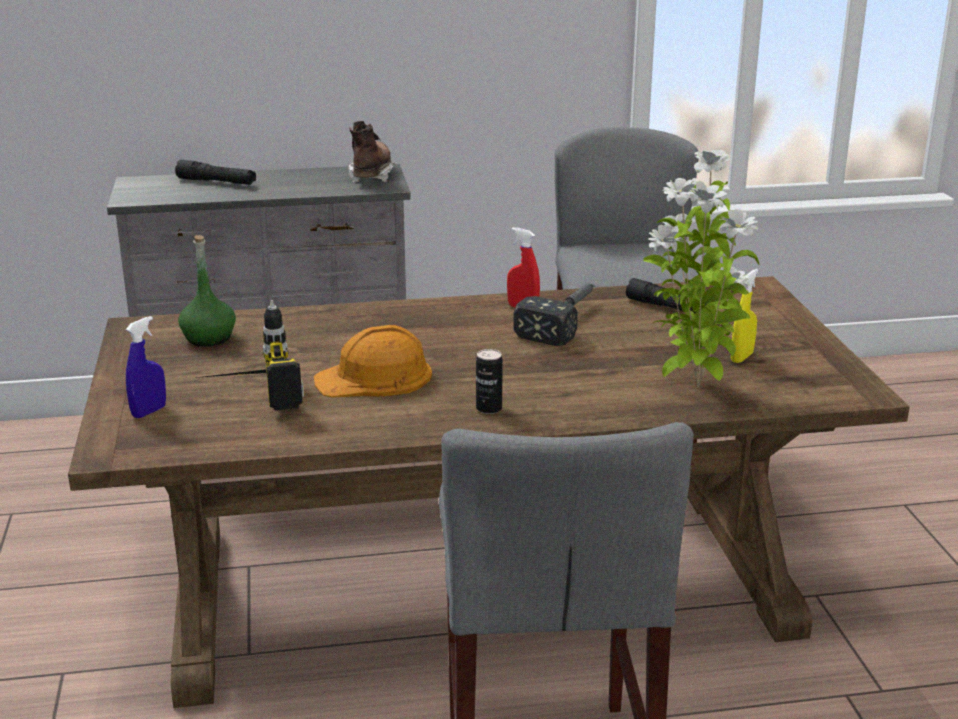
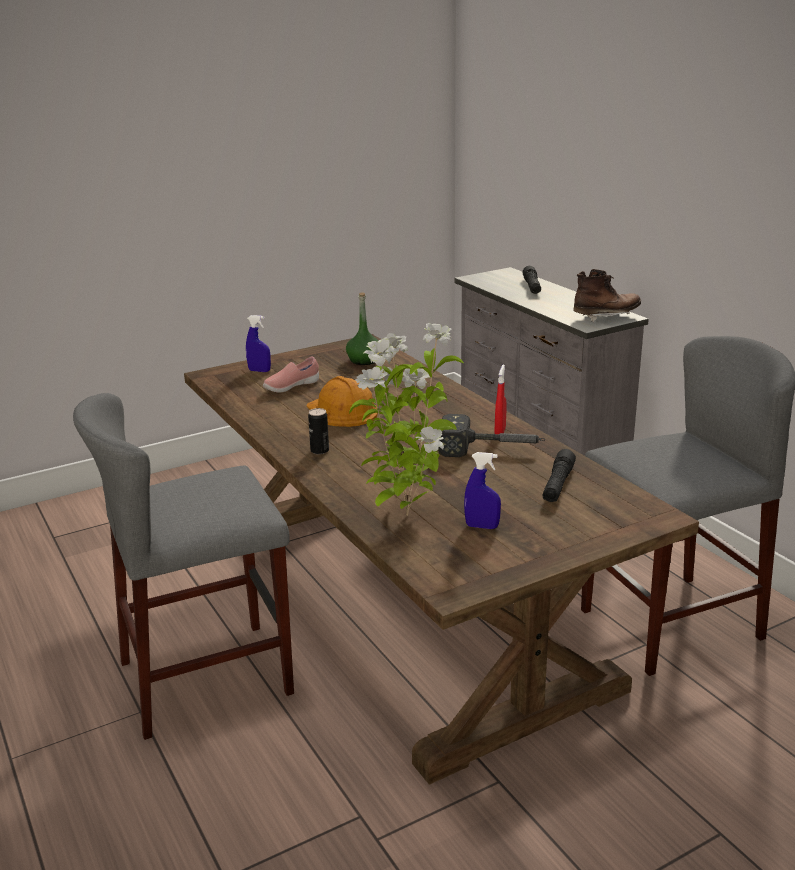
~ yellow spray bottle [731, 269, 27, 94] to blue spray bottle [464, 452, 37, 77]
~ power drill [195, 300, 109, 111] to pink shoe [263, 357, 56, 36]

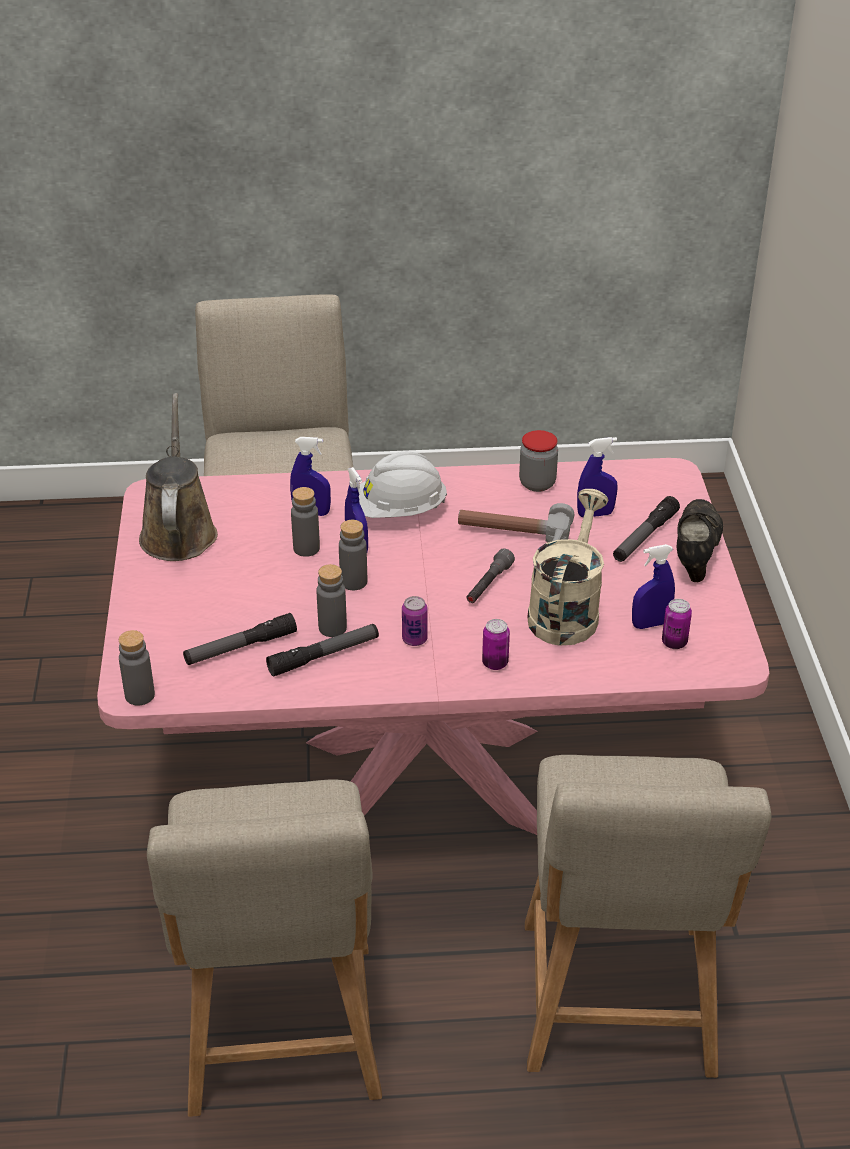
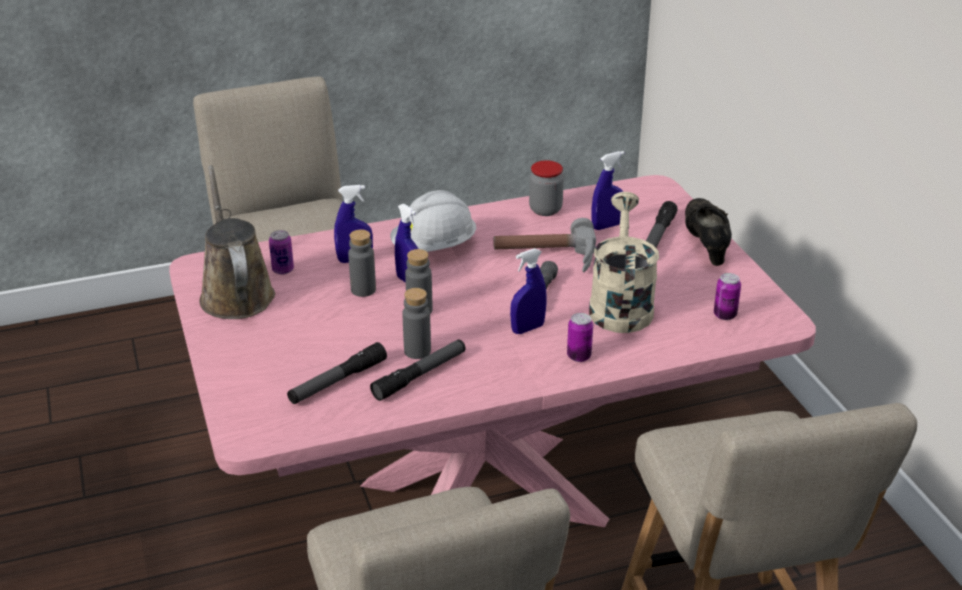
~ blue spray bottle [632, 544, 43, 85] to [510, 248, 37, 86]
~ can [402, 596, 26, 50] to [269, 230, 25, 45]
- grey bottle [119, 630, 36, 76]

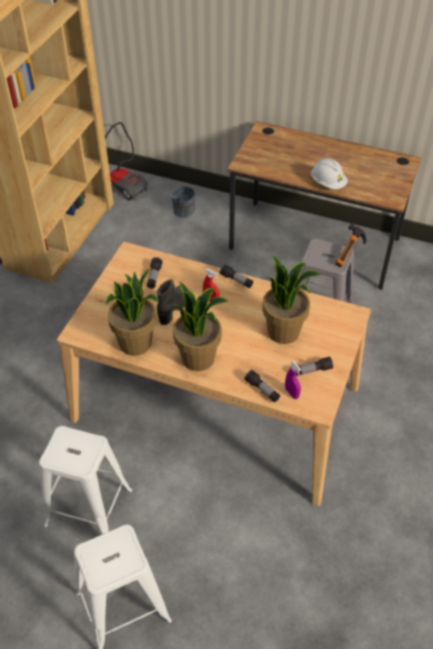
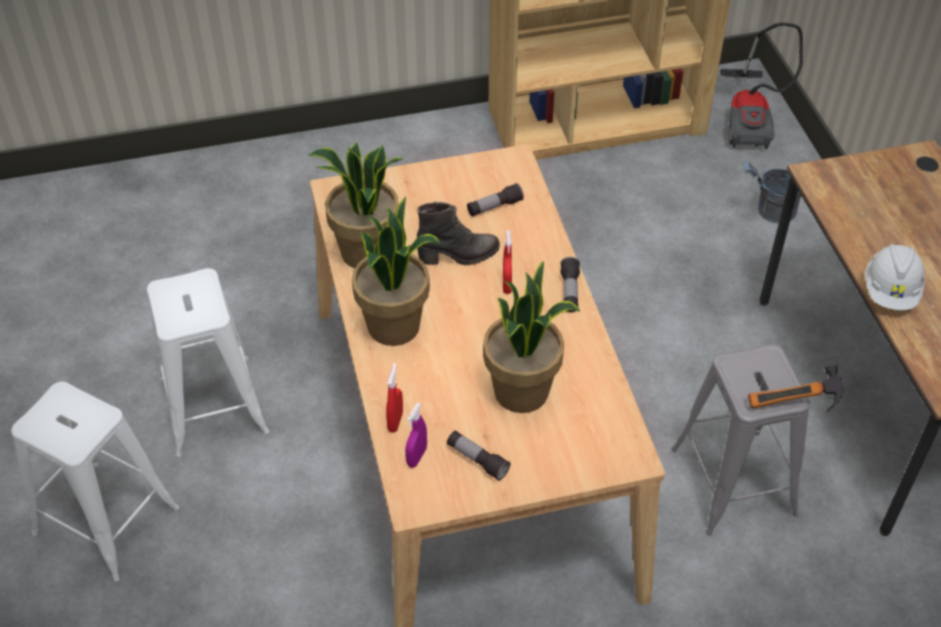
~ flashlight [244, 370, 36, 32] to red spray bottle [386, 363, 17, 70]

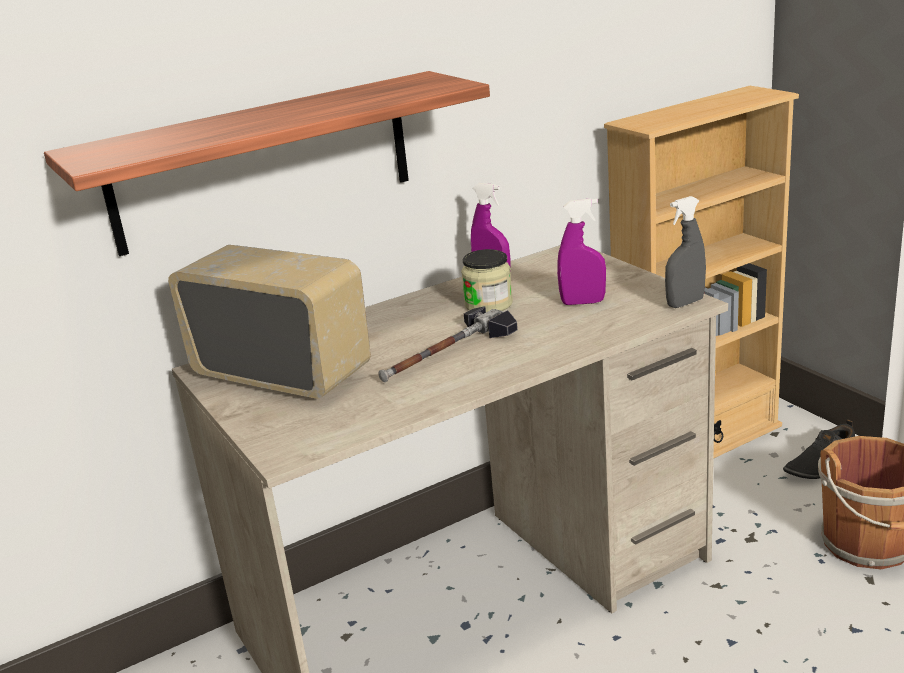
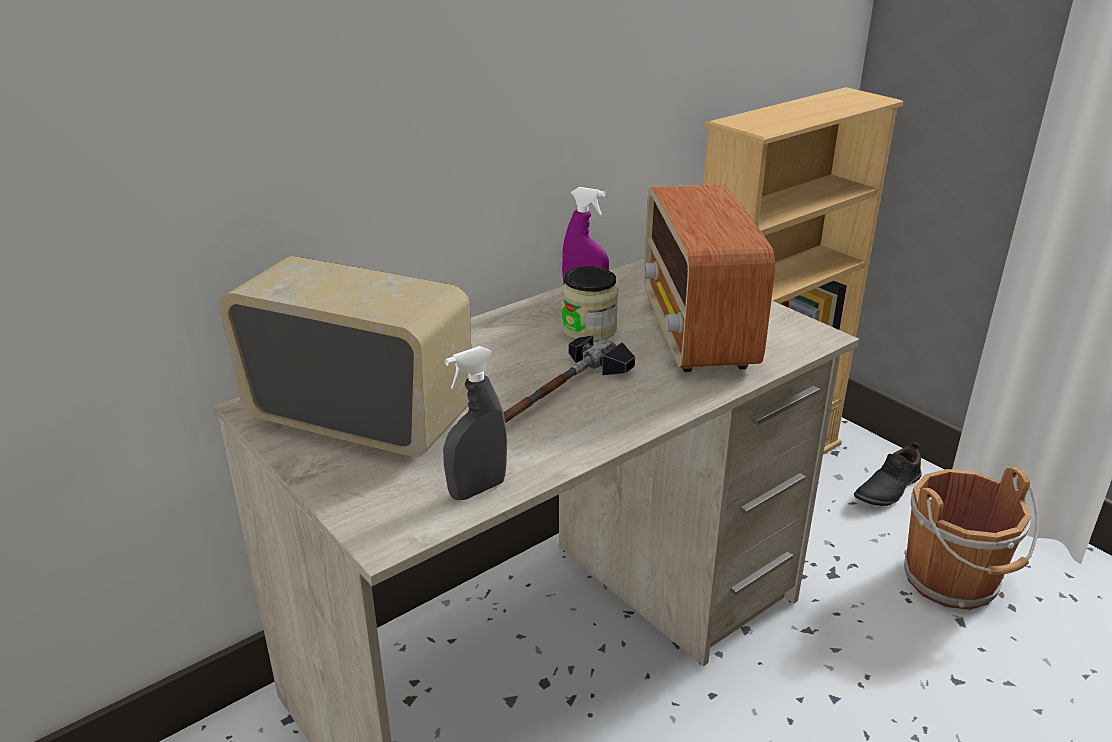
- shelf [44, 71, 446, 185]
~ grey spray bottle [665, 196, 41, 112] to [443, 346, 64, 154]
~ purple spray bottle [557, 198, 49, 107] to radio [643, 184, 132, 188]

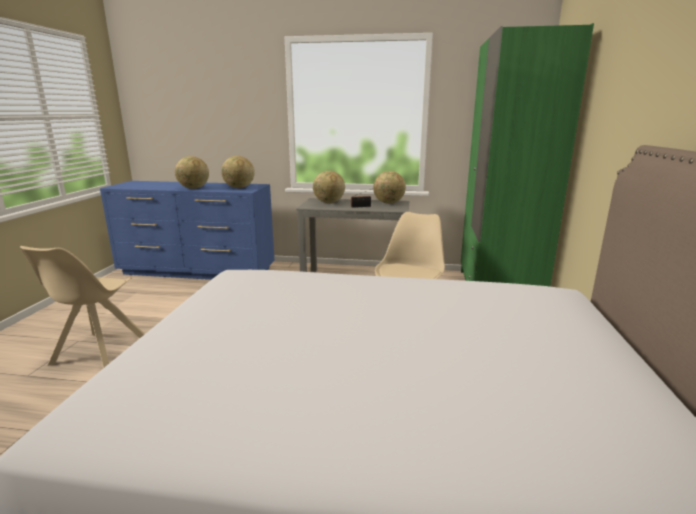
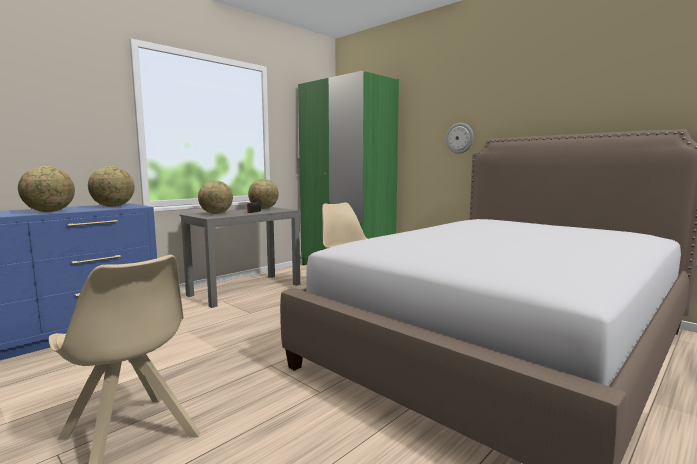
+ wall clock [446, 123, 27, 31]

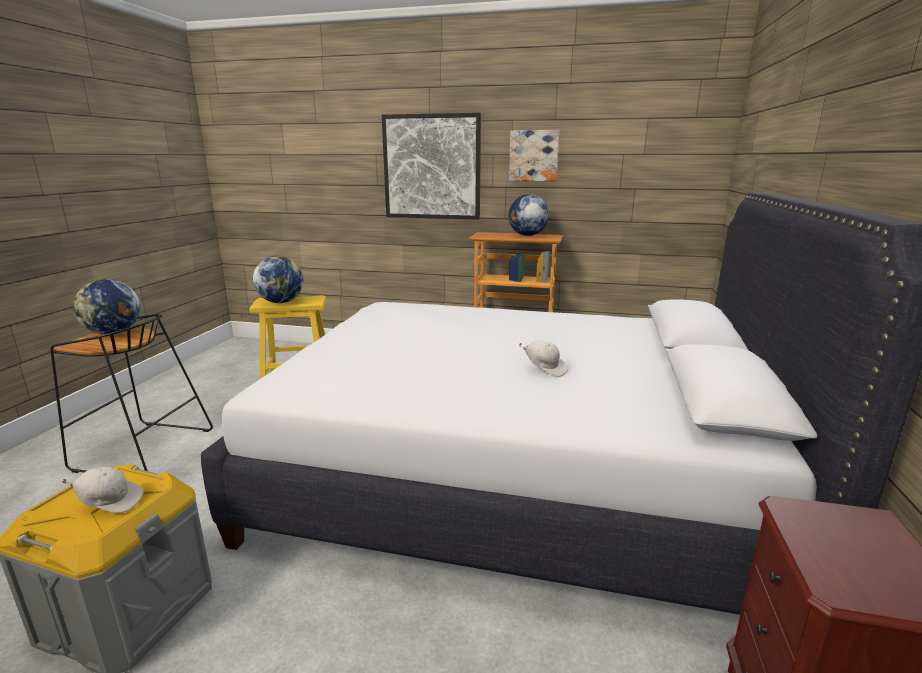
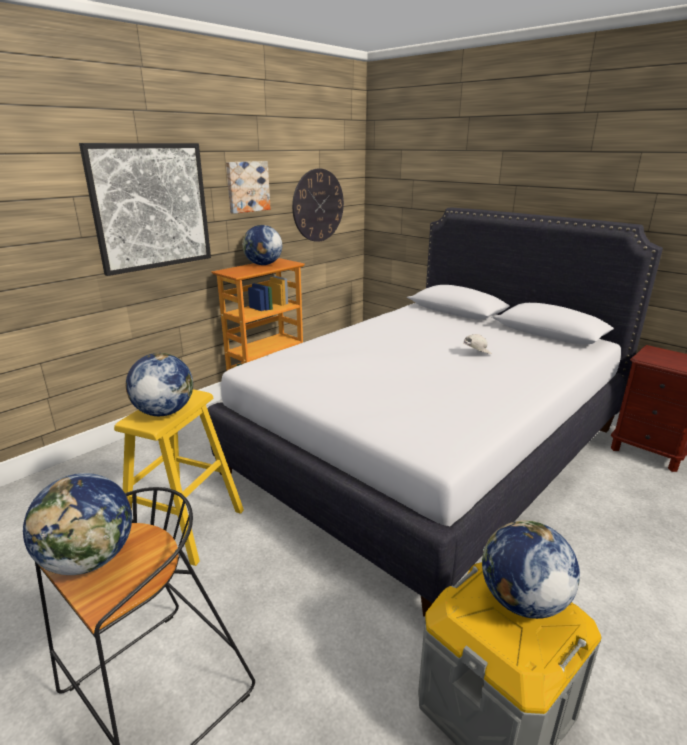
~ white cap [62, 467, 82, 46] to globe [482, 520, 98, 99]
+ wall clock [292, 168, 52, 74]

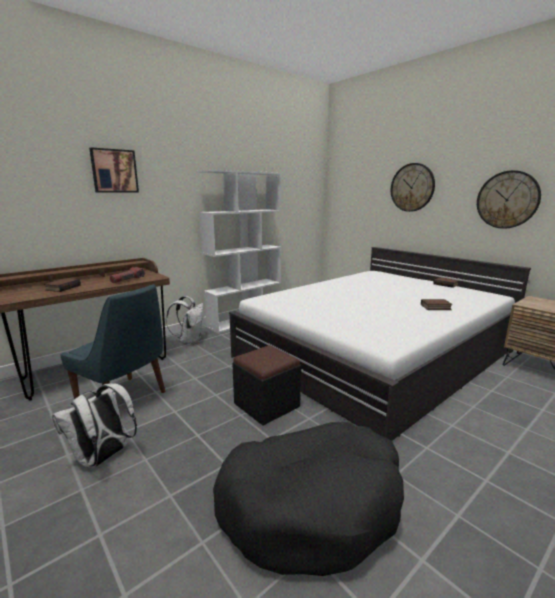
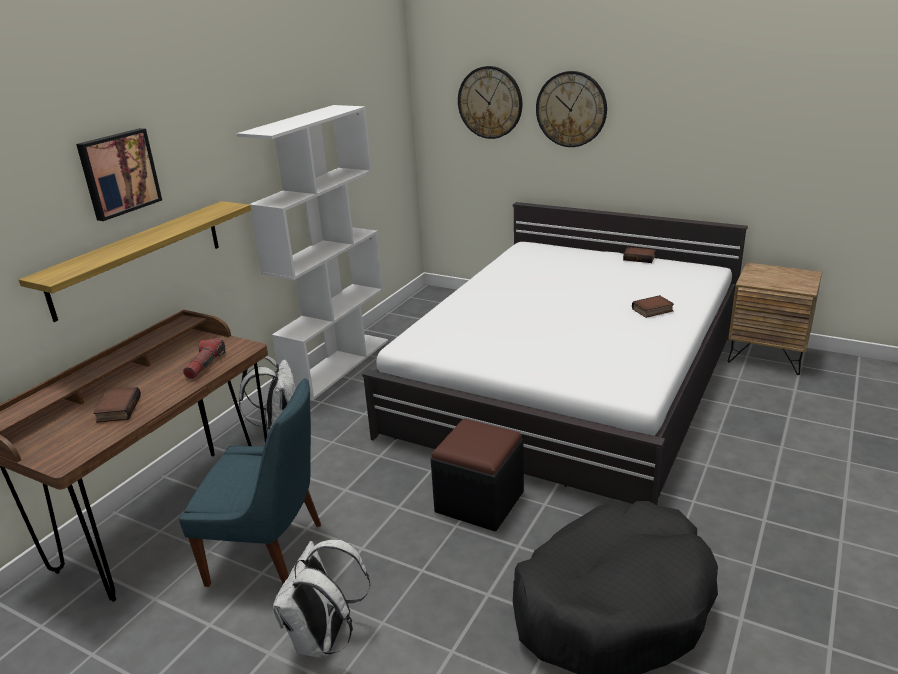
~ wall clock [477, 170, 64, 59] to [458, 66, 64, 73]
+ shelf [19, 201, 232, 121]

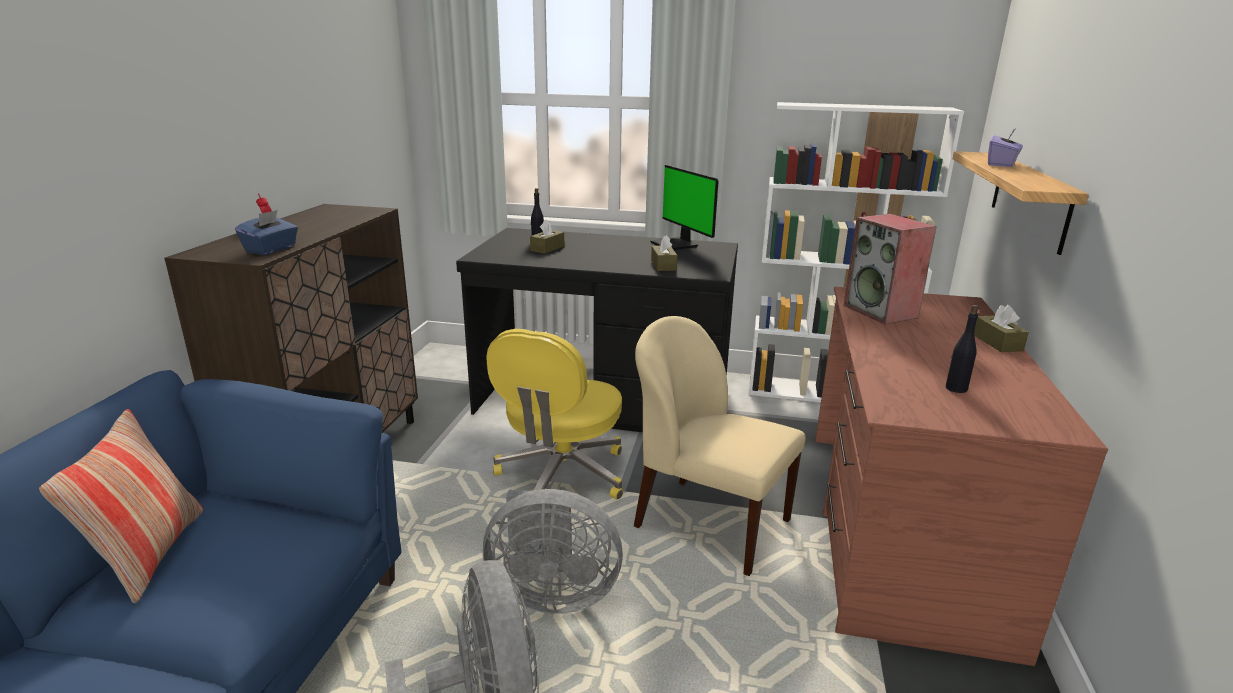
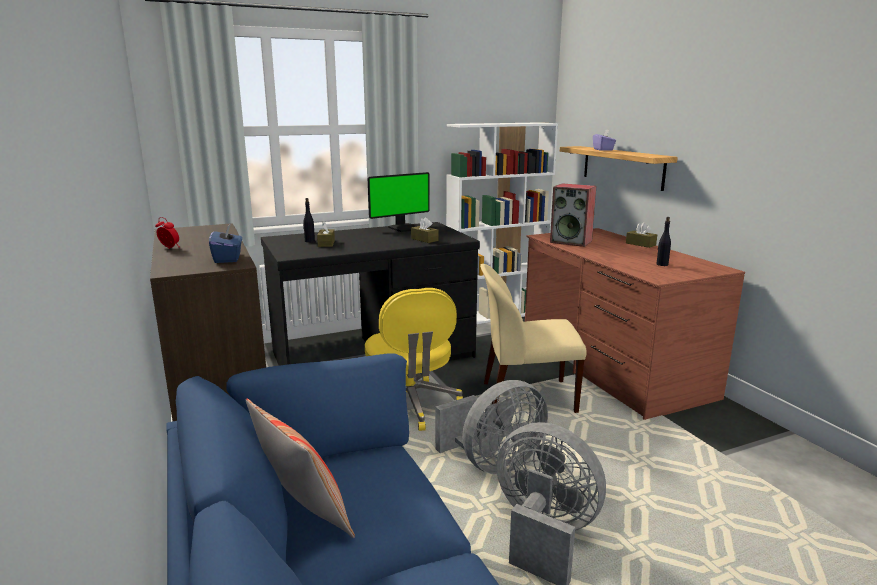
~ monitor [650, 165, 68, 85] = [368, 172, 62, 60] 60 degrees counterclockwise

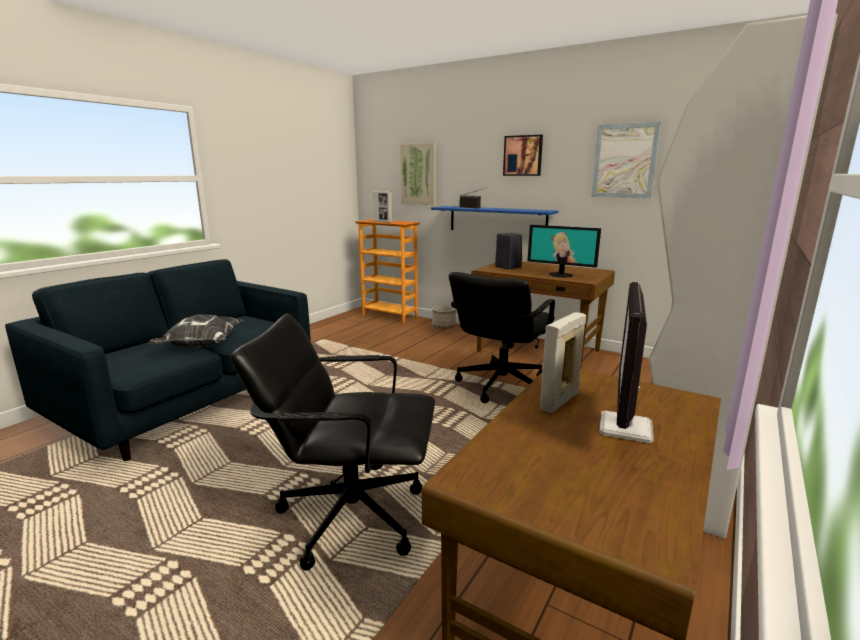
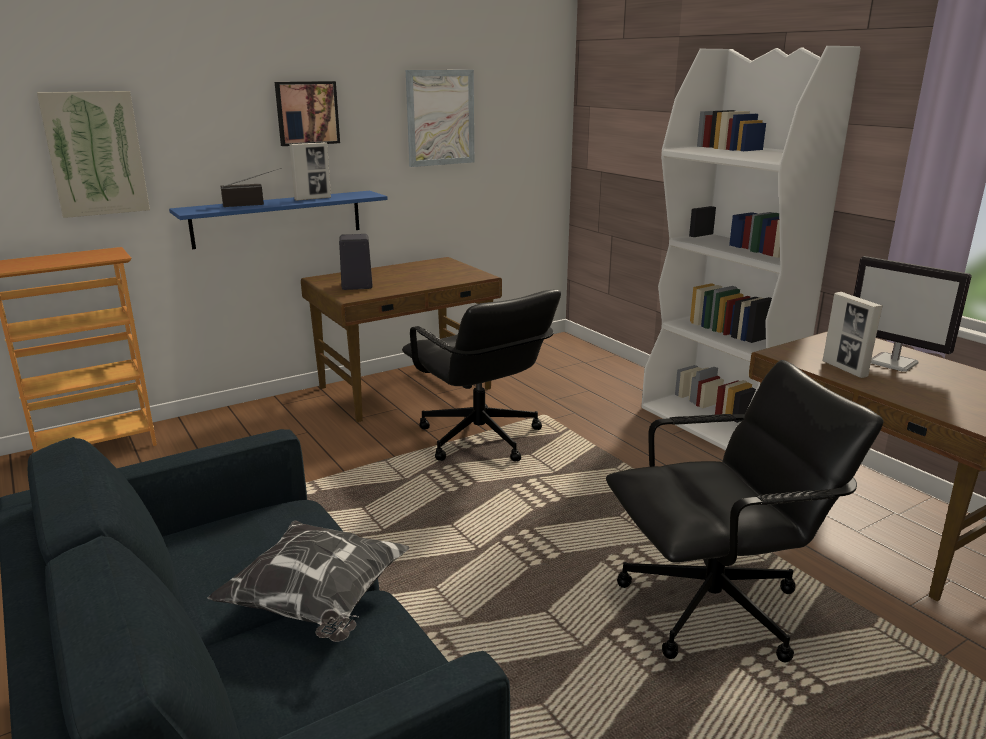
~ picture frame [373, 191, 19, 32] to [289, 142, 42, 59]
- monitor [527, 225, 74, 53]
- planter [432, 306, 24, 23]
~ black office chair [231, 314, 204, 257] = [606, 360, 278, 303] 135 degrees counterclockwise

